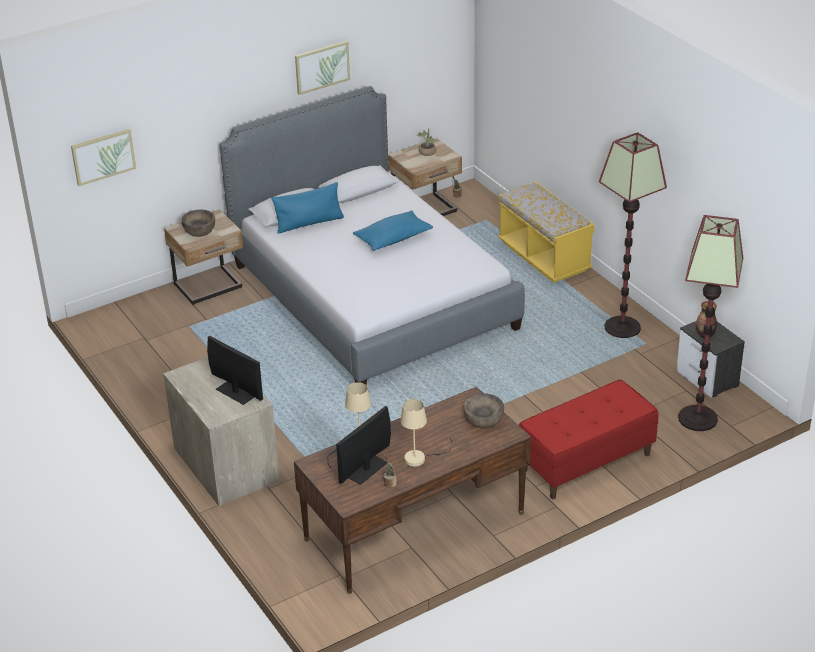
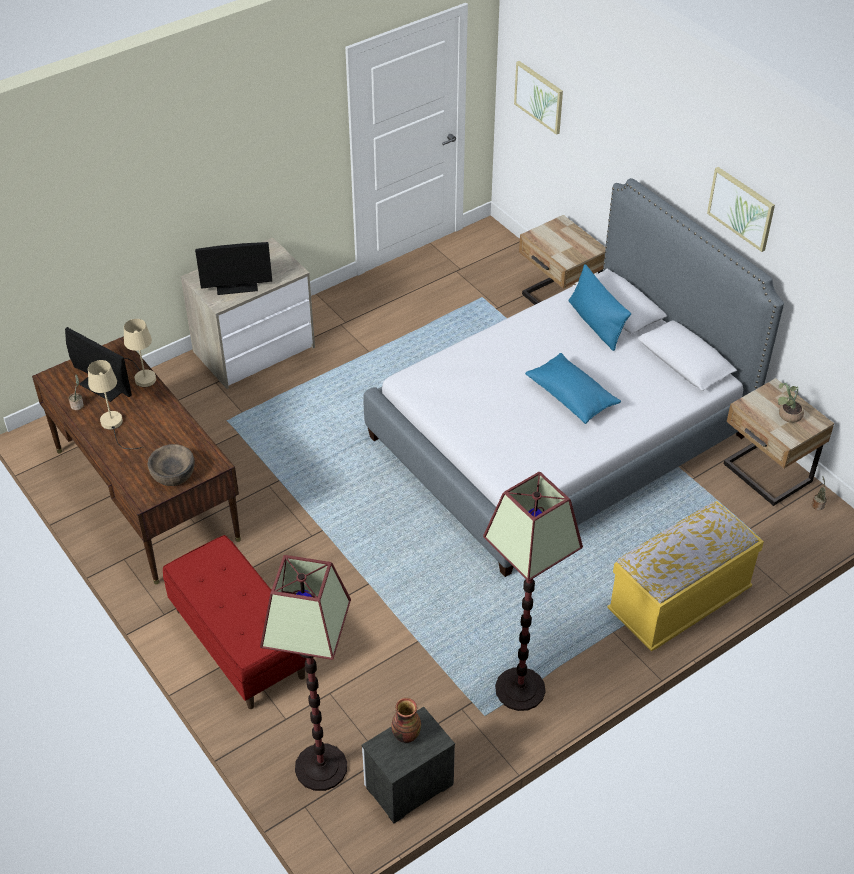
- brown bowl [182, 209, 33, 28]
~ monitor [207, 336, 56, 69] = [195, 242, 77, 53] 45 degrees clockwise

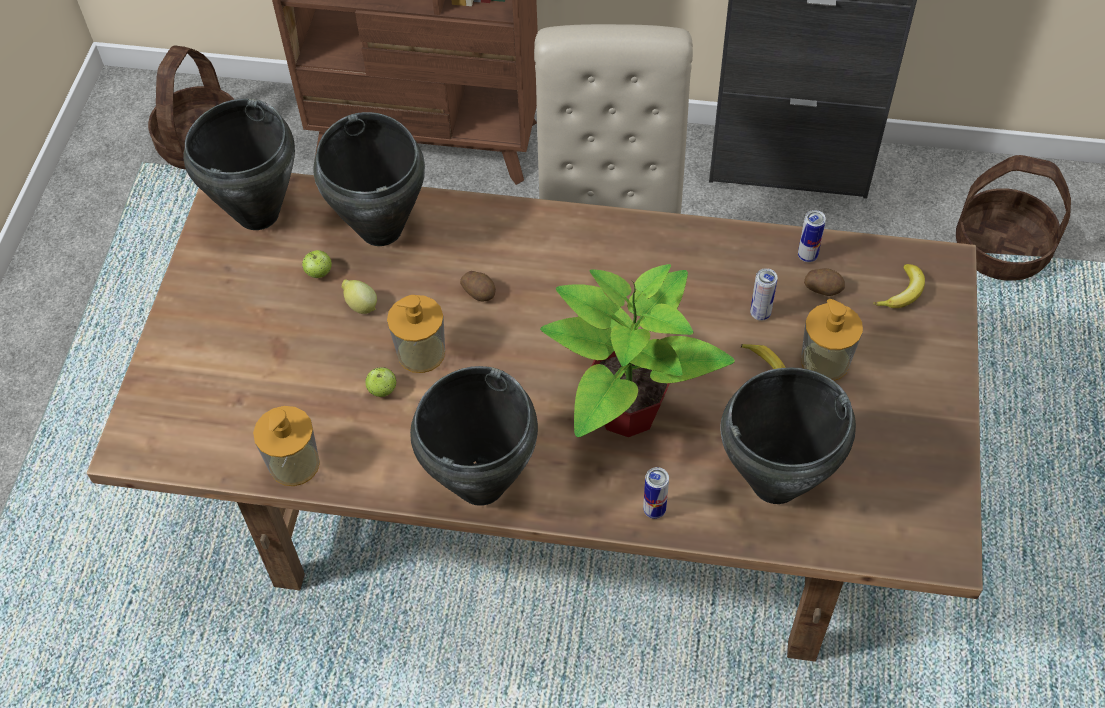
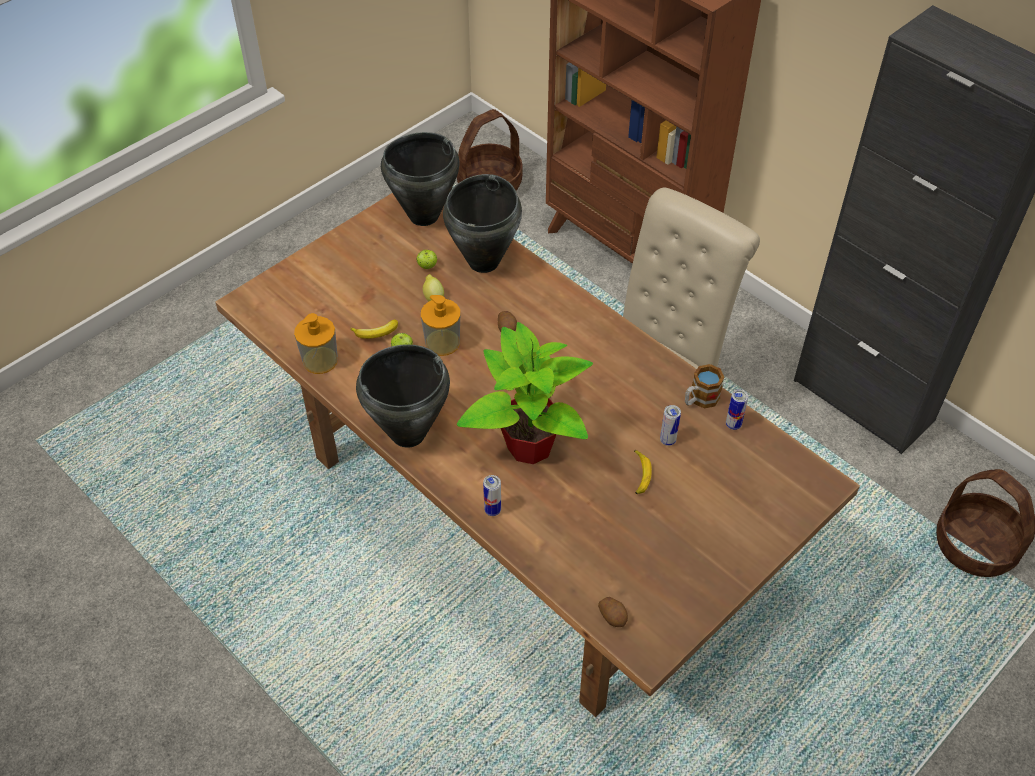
~ banana [873, 264, 52, 44] to [350, 319, 48, 20]
~ potato [804, 268, 41, 28] to [598, 597, 30, 30]
- soap dispenser [801, 299, 62, 82]
- black cooking pot [720, 368, 136, 136]
+ mug [685, 364, 40, 44]

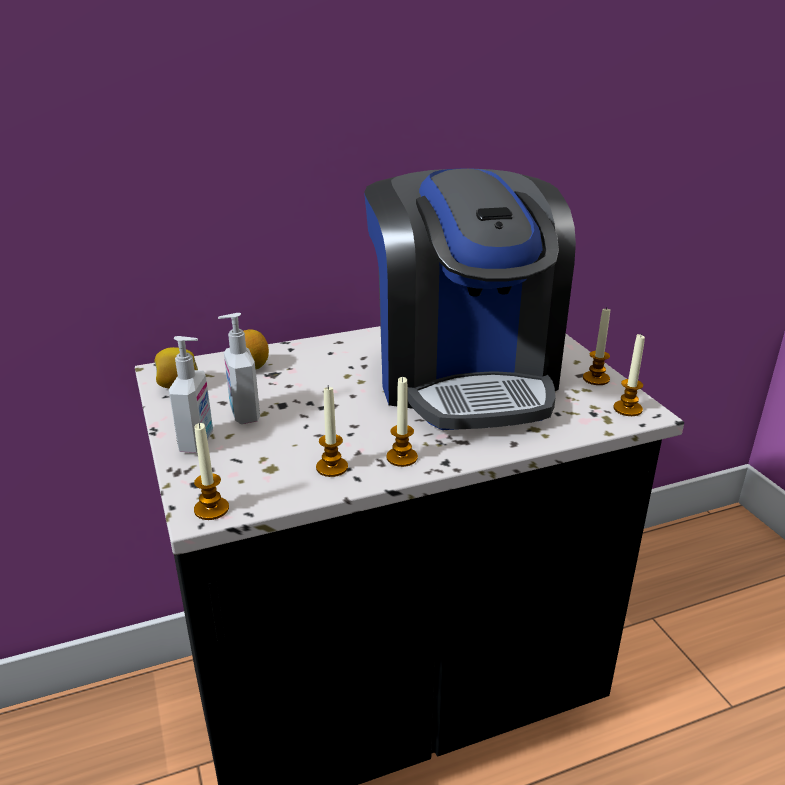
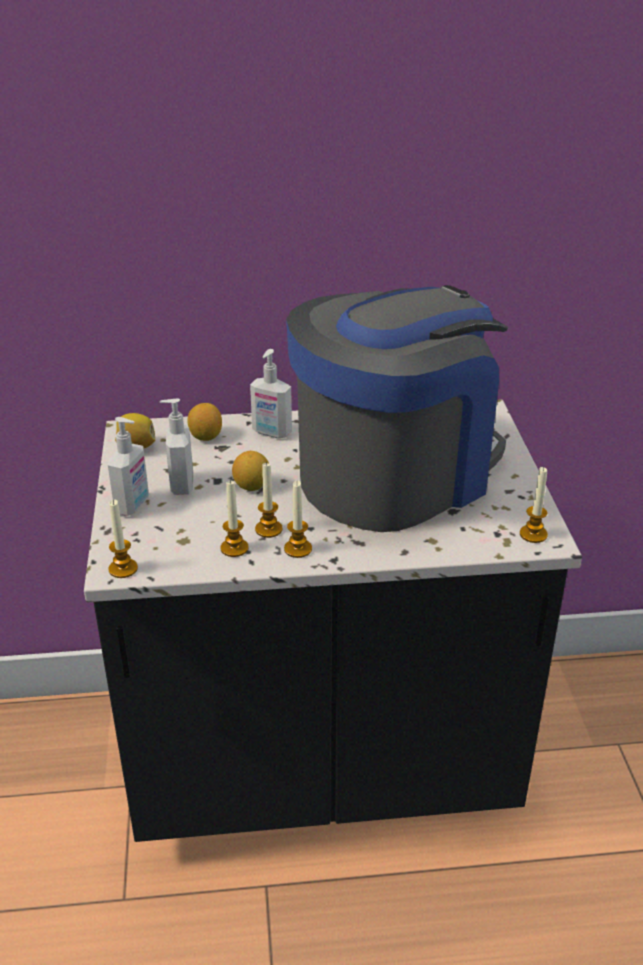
~ coffee machine [364, 168, 212, 262] = [286, 285, 222, 247] 135 degrees counterclockwise
~ candle [583, 307, 27, 78] to [255, 462, 27, 76]
+ soap dispenser [250, 349, 42, 89]
+ lemon [232, 451, 37, 40]

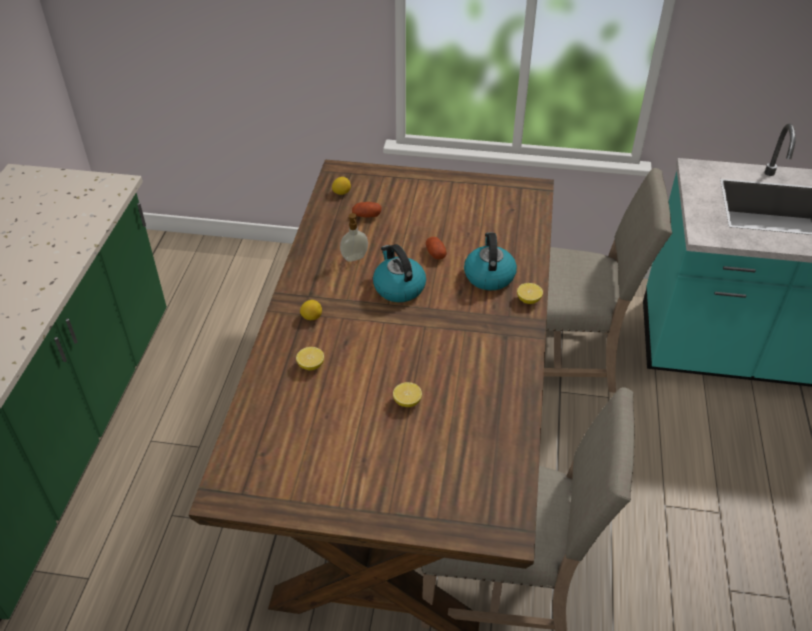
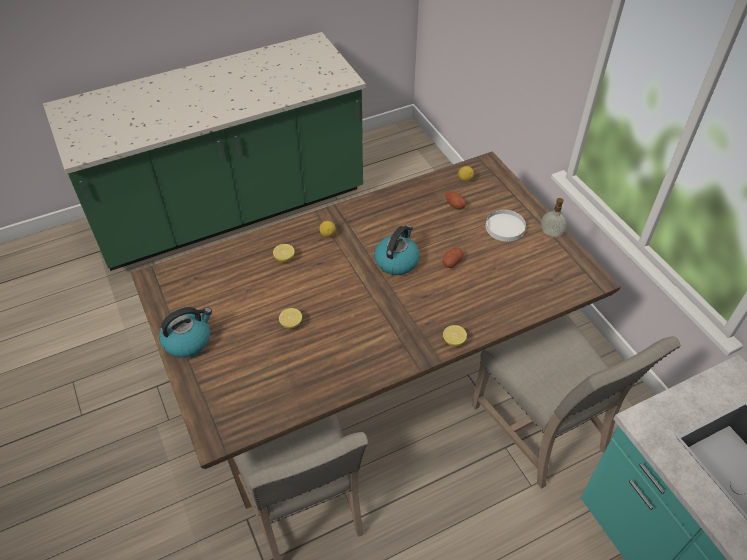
~ soap dispenser [340, 213, 28, 48] to [541, 198, 26, 39]
~ kettle [464, 232, 53, 59] to [159, 307, 53, 51]
+ white plate [486, 209, 40, 33]

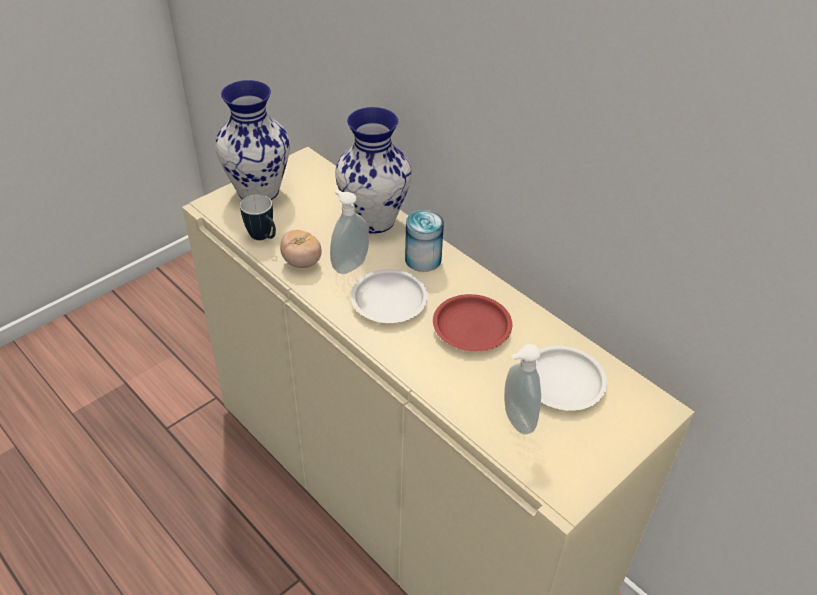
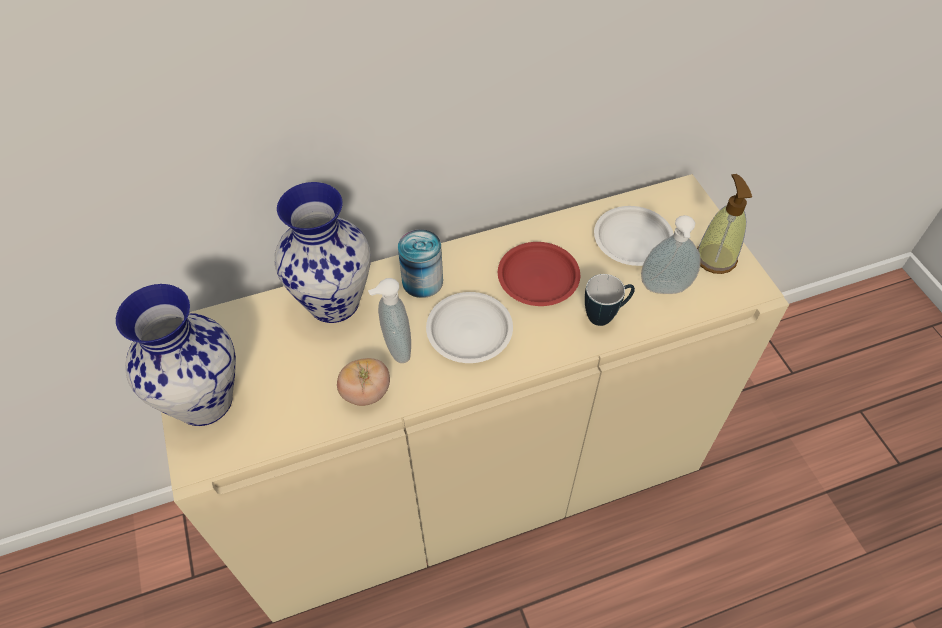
~ mug [240, 194, 36, 46] to [585, 274, 50, 52]
+ soap dispenser [697, 174, 55, 100]

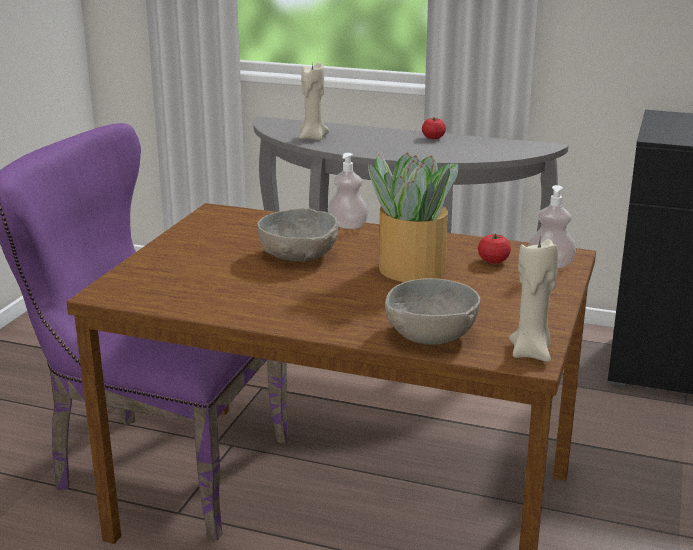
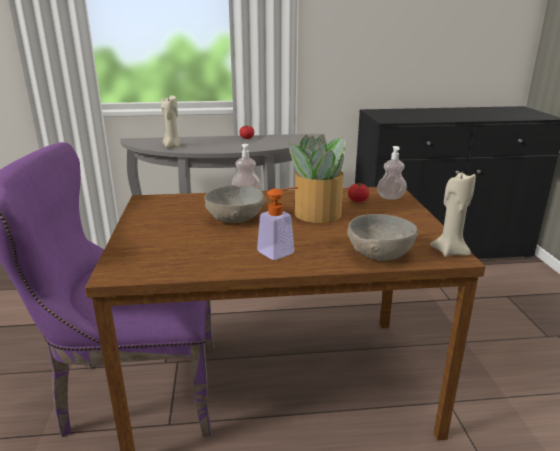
+ soap dispenser [257, 187, 41, 73]

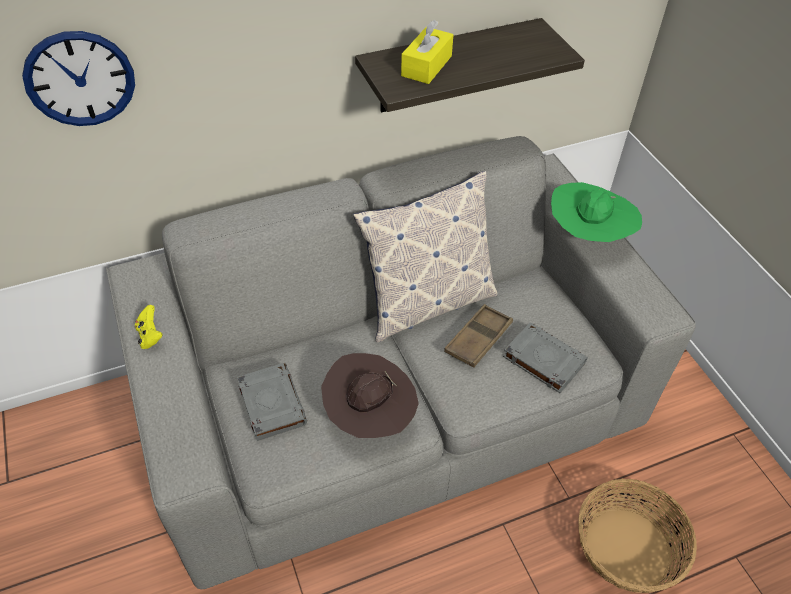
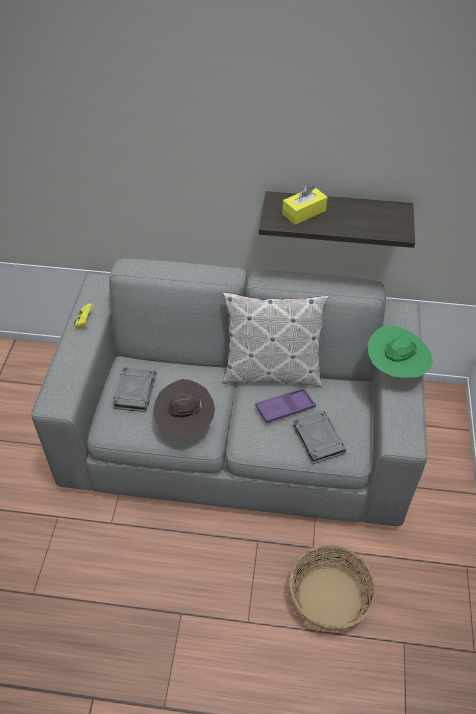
- wall clock [22, 31, 113, 95]
~ brown tray [444, 304, 69, 64] to purple tray [255, 388, 61, 35]

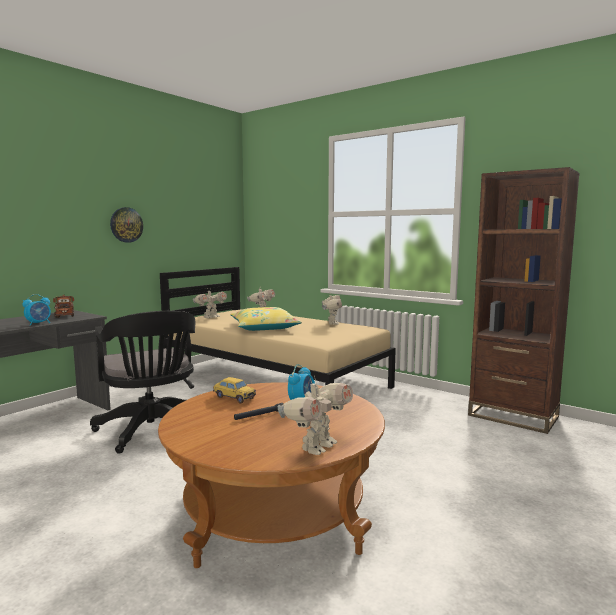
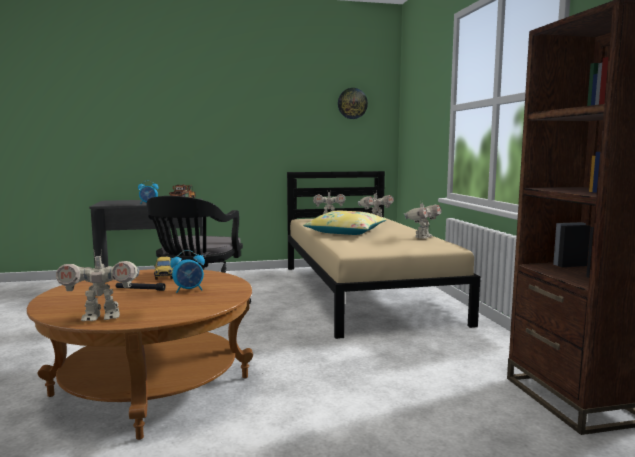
~ wall clock [110, 207, 33, 36] to [338, 88, 30, 31]

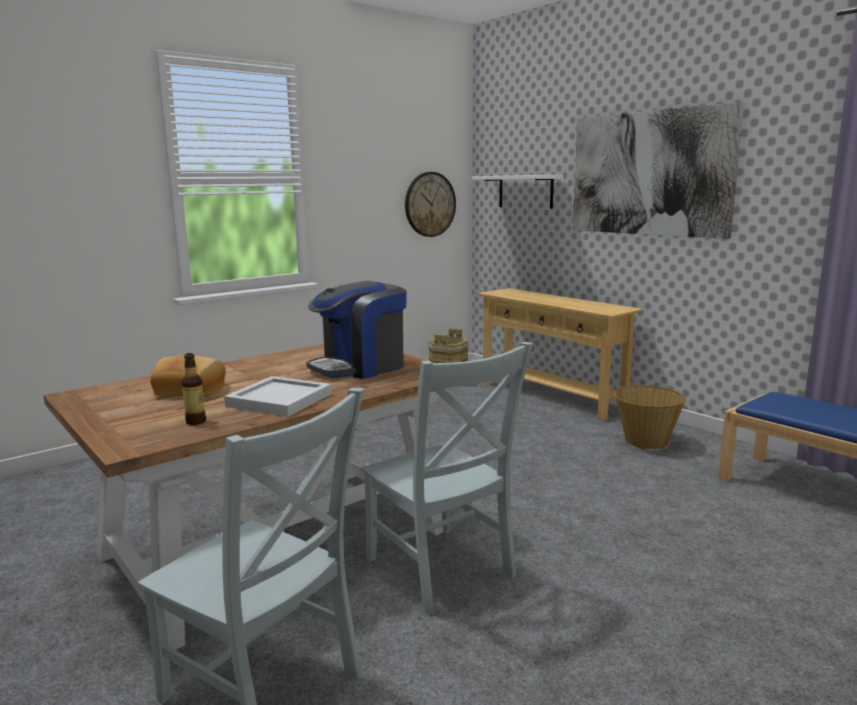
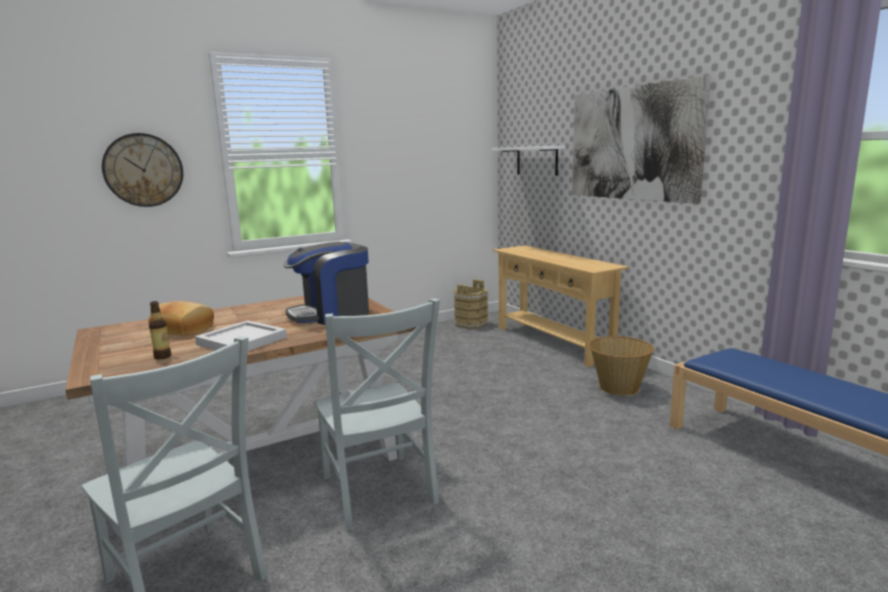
~ wall clock [405, 172, 51, 65] to [102, 133, 81, 74]

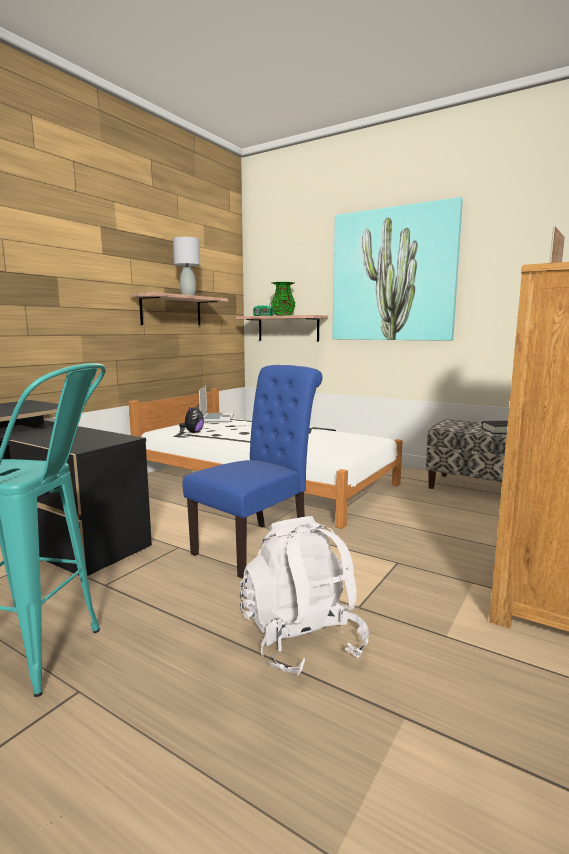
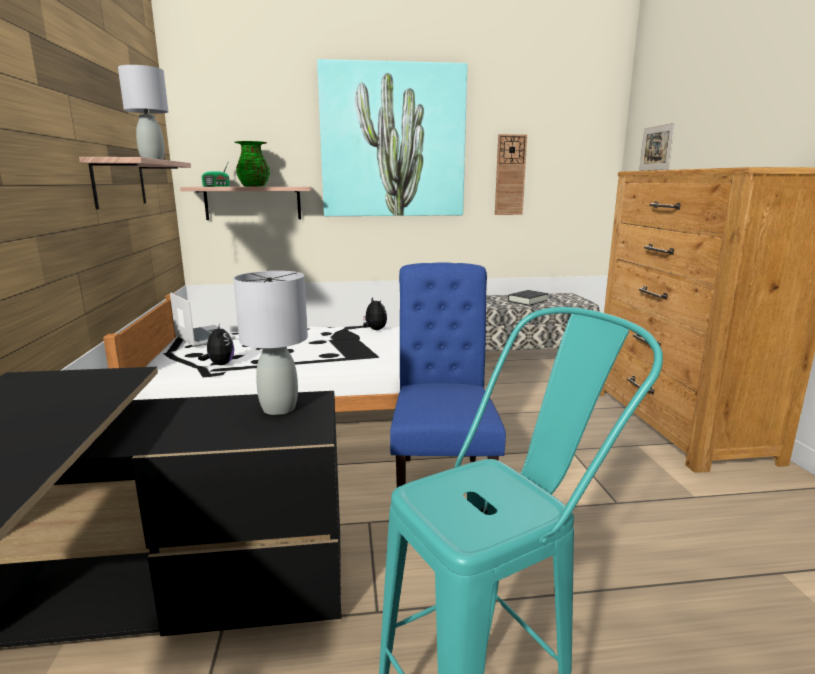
- white backpack [240, 516, 129, 160]
+ wall clock [495, 134, 32, 81]
+ grey table lamp [233, 271, 75, 144]
+ plush toy [363, 297, 24, 33]

